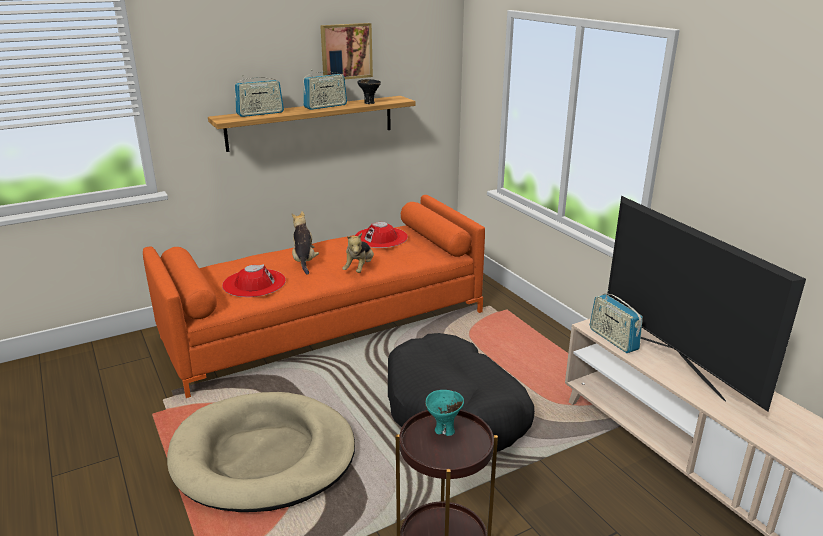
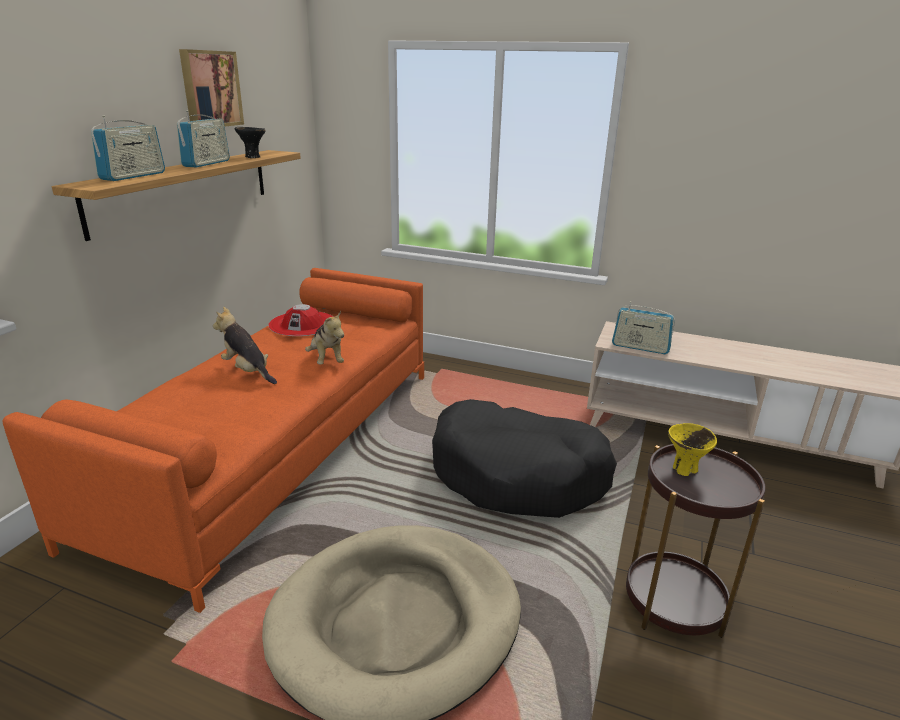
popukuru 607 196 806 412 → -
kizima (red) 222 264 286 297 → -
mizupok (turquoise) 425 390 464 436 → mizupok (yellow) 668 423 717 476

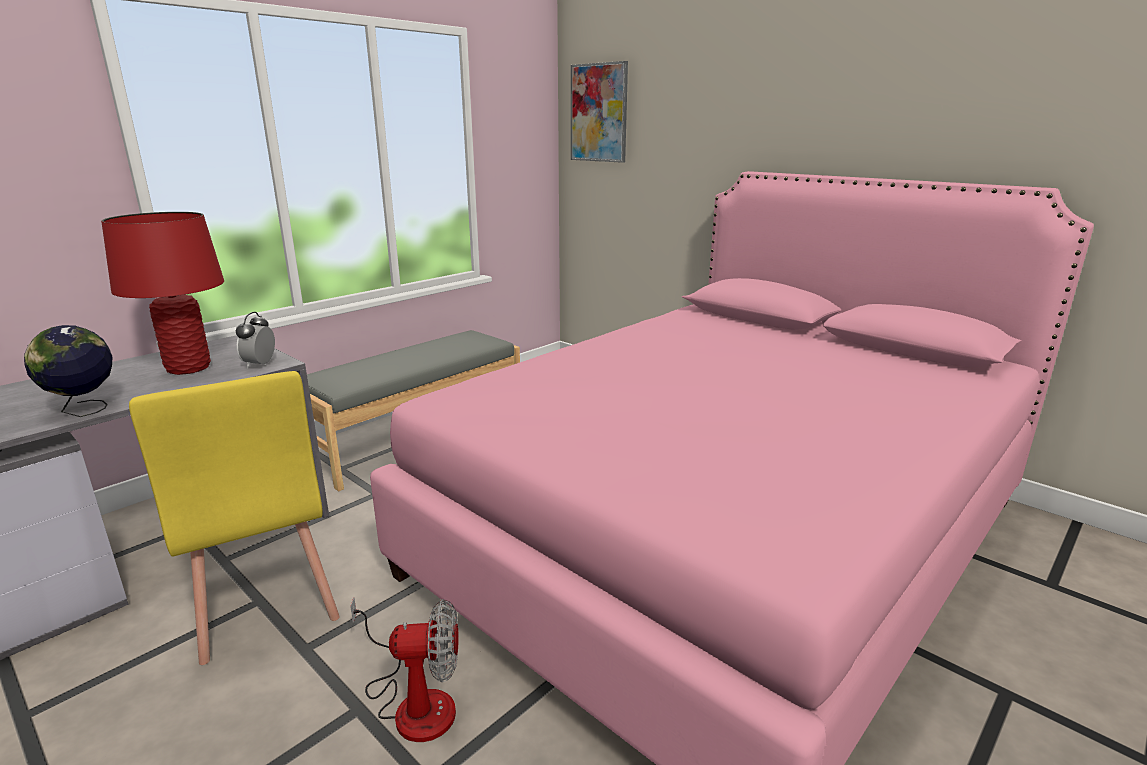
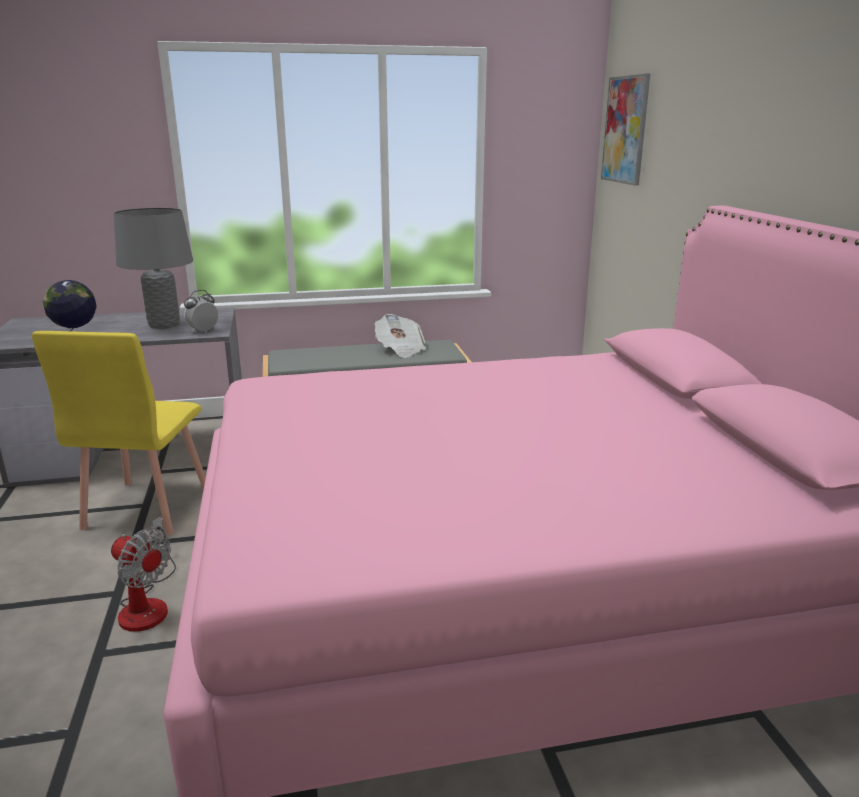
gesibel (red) 101 212 224 375 → gesibel (grey) 114 208 193 329
- → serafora 375 314 426 358

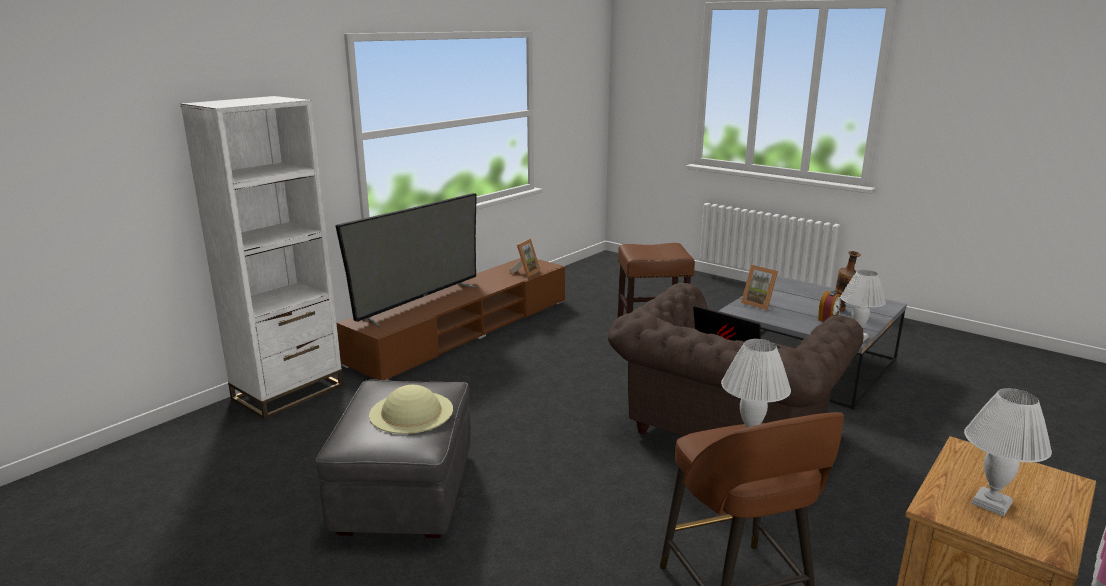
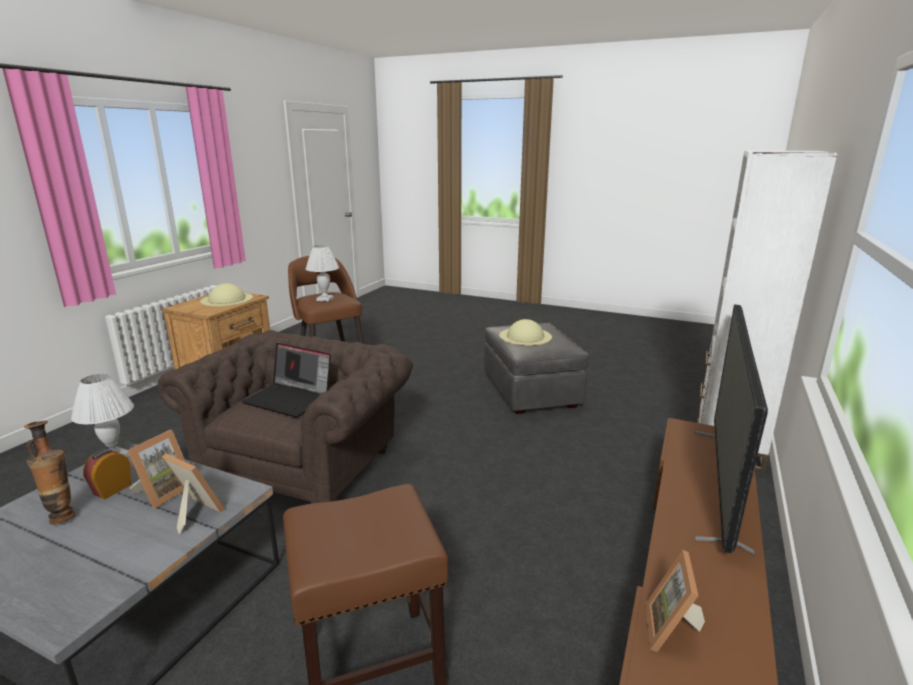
gesibel (white) 964 388 1052 516 → kizima (beige) 200 283 253 307
- → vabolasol 127 430 185 508

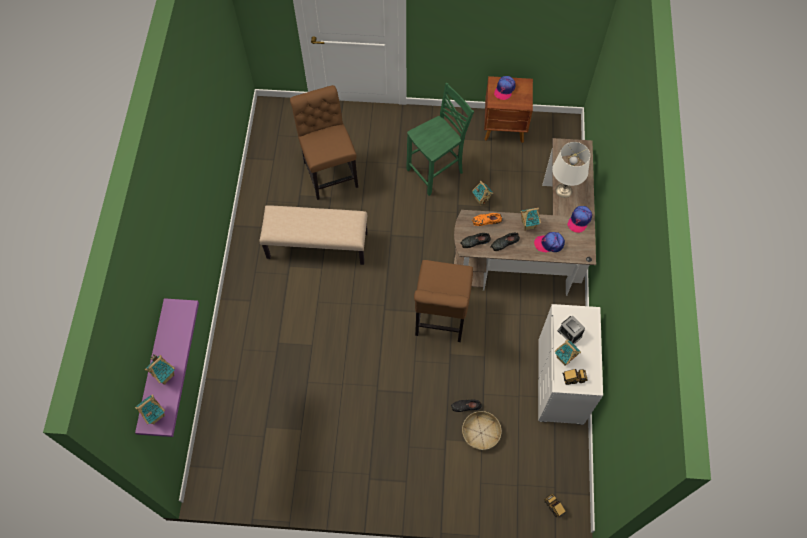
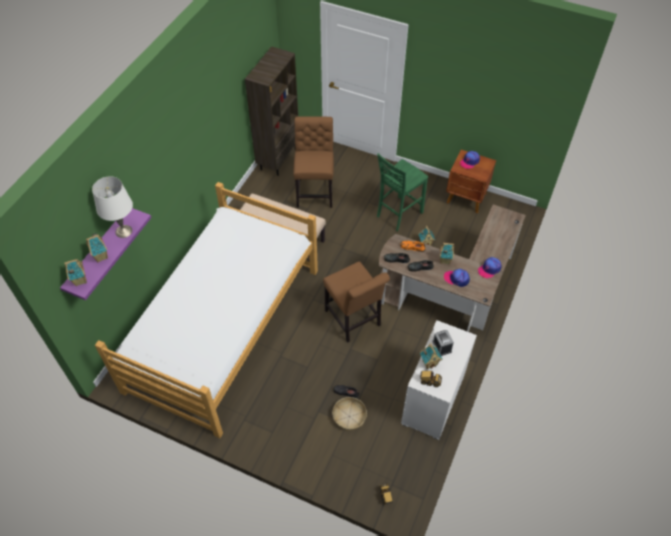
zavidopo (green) 406 83 474 196 → zavidopo (green) 377 153 428 231, 150 degrees clockwise
gesibel (white) 552 142 590 198 → gesibel (white) 92 176 133 238, relocated
zavidopo (brown) 414 260 473 342 → zavidopo (brown) 323 261 390 342, 60 degrees counterclockwise
- → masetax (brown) 245 46 298 176
- → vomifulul 95 182 318 438

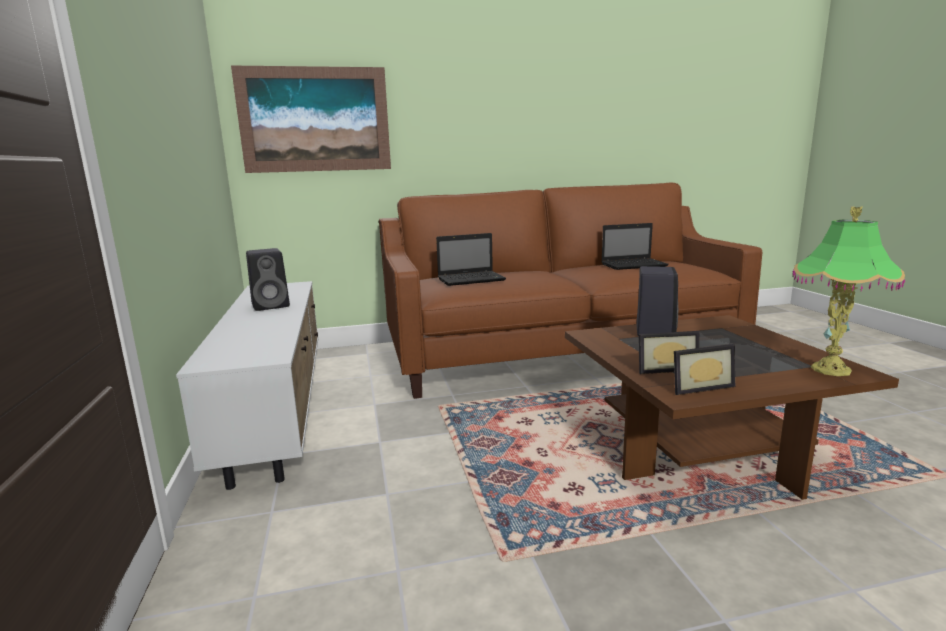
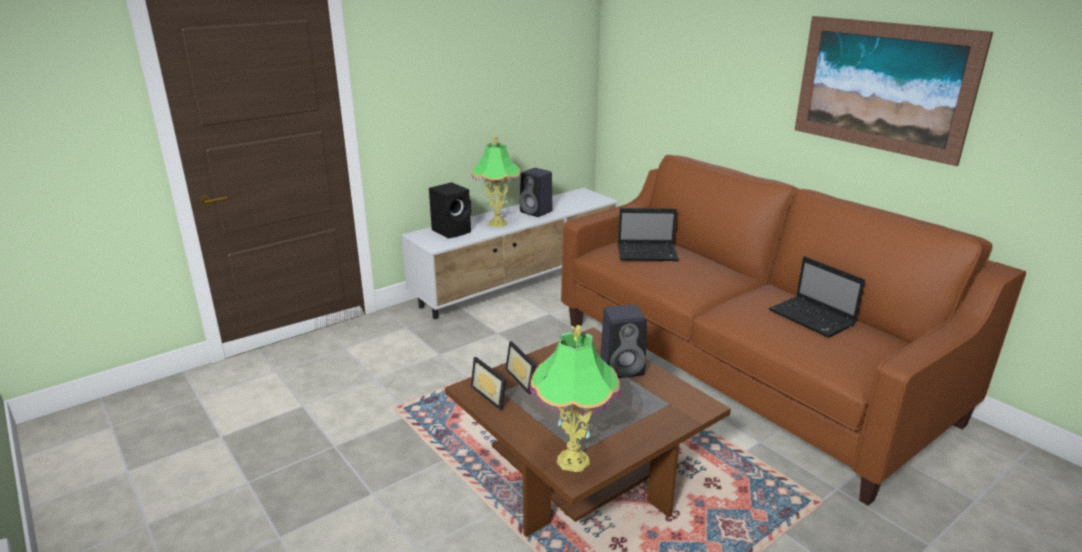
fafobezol 231 66 391 173 → fafobezol 795 16 993 166, relocated
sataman 436 233 506 286 → sataman 618 208 679 261, 45 degrees counterclockwise
- → gesibel 472 137 521 227
- → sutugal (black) 429 182 471 239

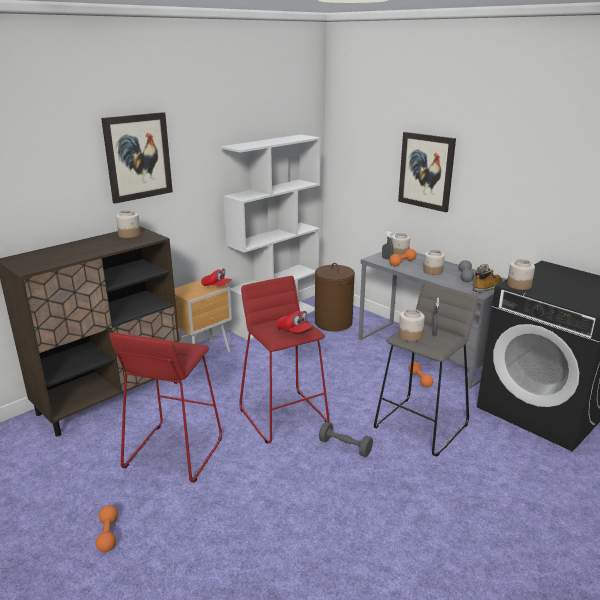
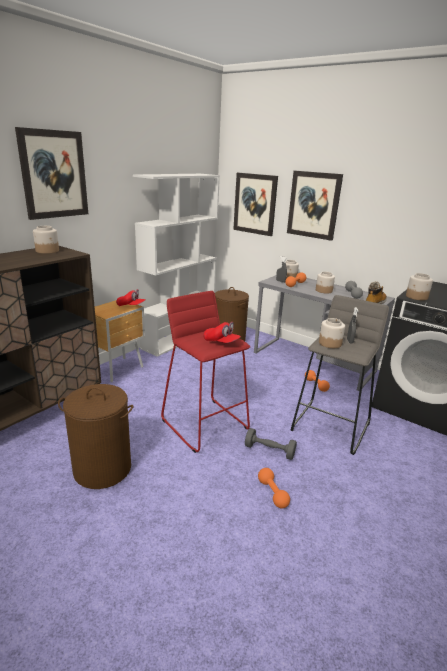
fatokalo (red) 109 332 222 483 → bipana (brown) 58 384 134 489
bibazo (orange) 96 505 118 552 → bibazo (orange) 258 468 290 508, relocated
- → fafobezol 233 173 278 236

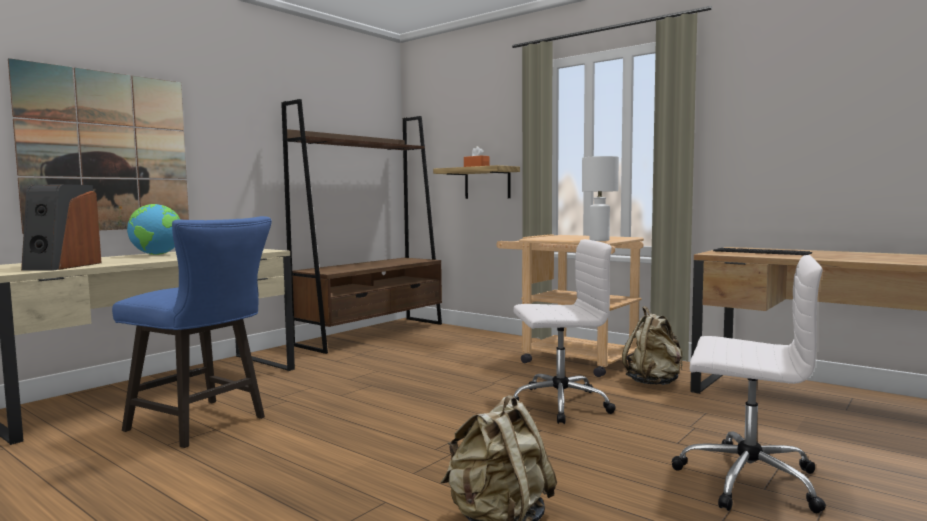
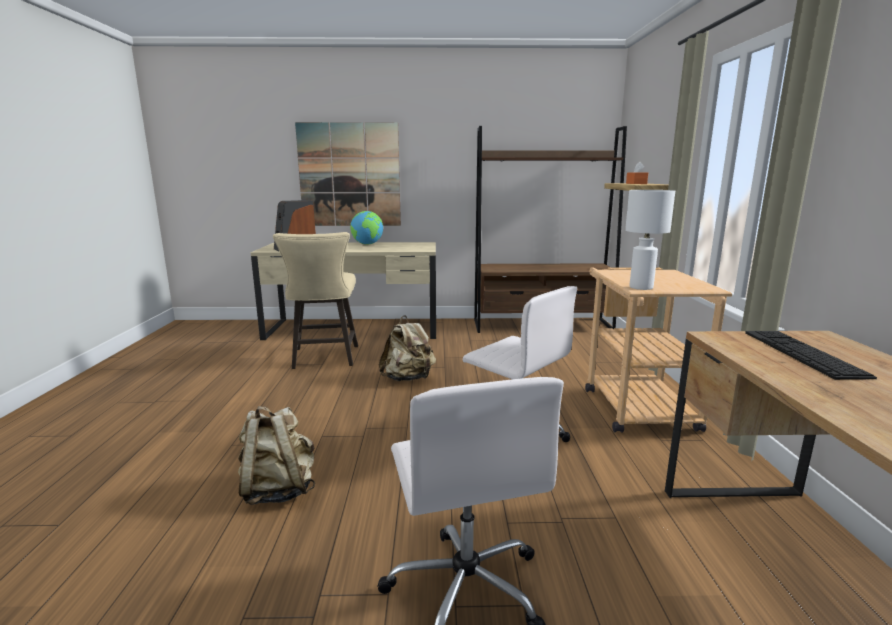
fatokalo (blue) 112 216 272 448 → fatokalo (beige) 273 232 358 369
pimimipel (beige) 622 306 683 385 → pimimipel (beige) 379 315 436 381, relocated

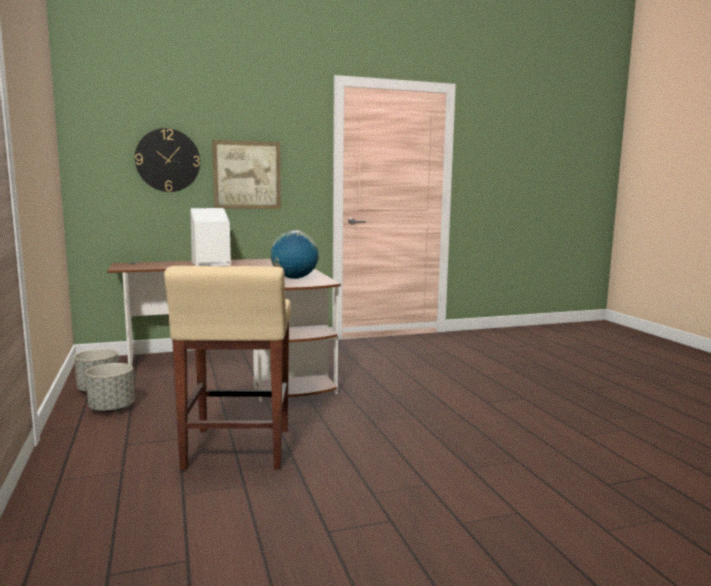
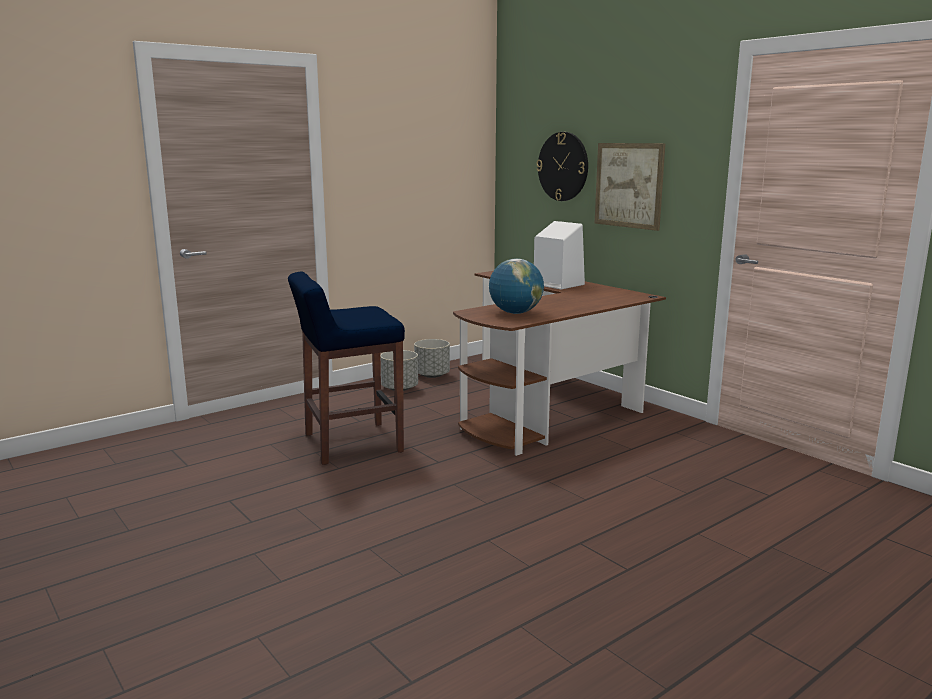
fatokalo (beige) 164 266 291 470 → fatokalo (blue) 288 272 405 465

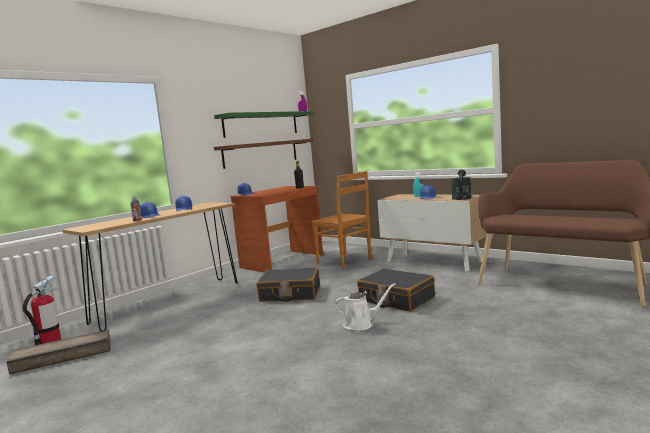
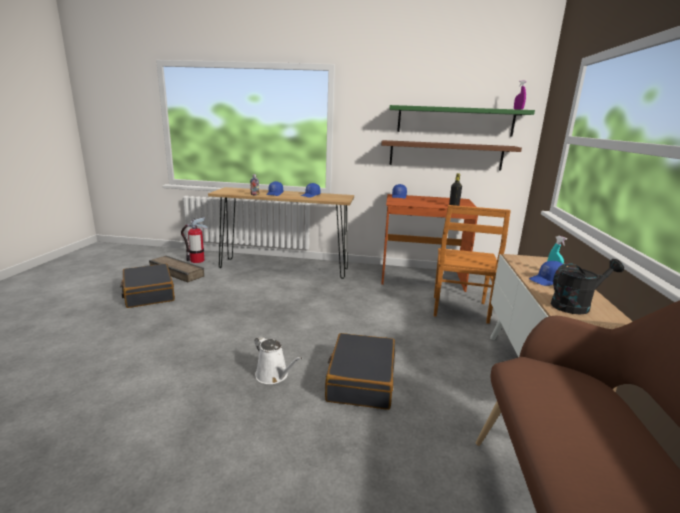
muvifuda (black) 257 267 320 302 → muvifuda (black) 120 264 175 308, relocated

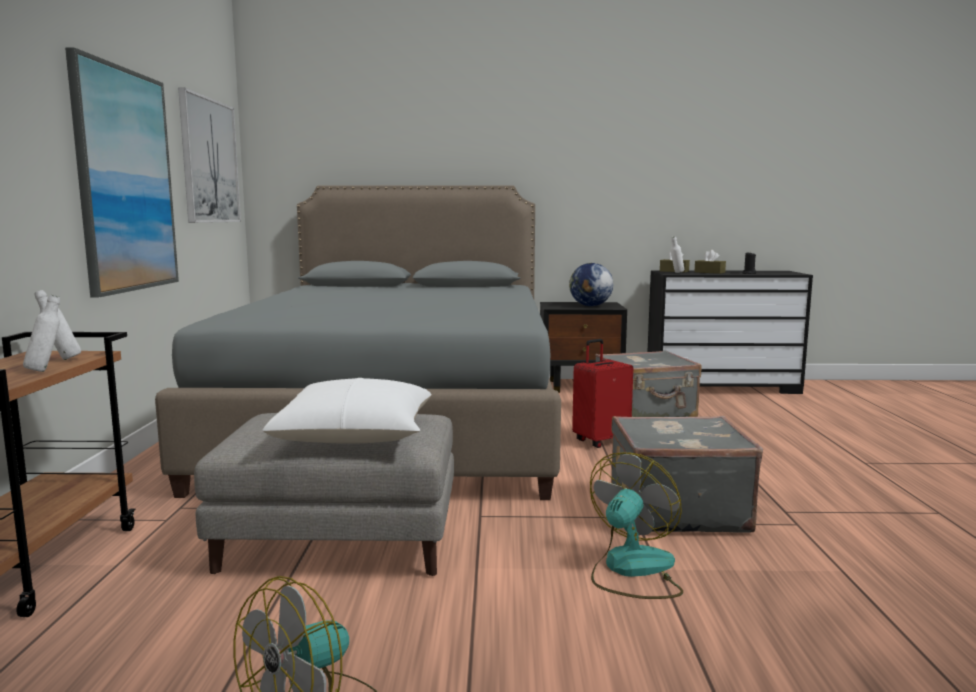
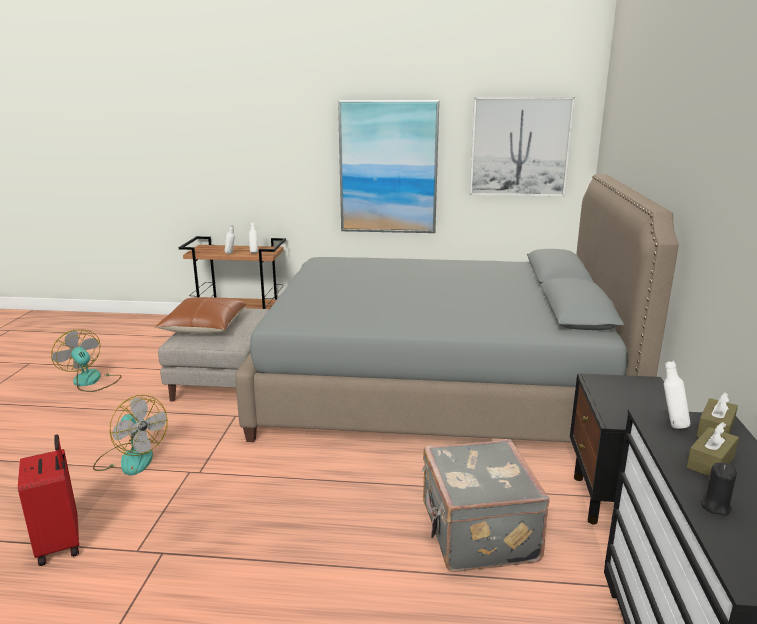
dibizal 569 263 613 306 → -
muvifuda (red) 572 339 633 448 → muvifuda (red) 18 434 79 566, relocated
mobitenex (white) 262 378 432 443 → mobitenex (brown) 155 297 247 334
muvifuda (grey) 611 416 763 533 → -

